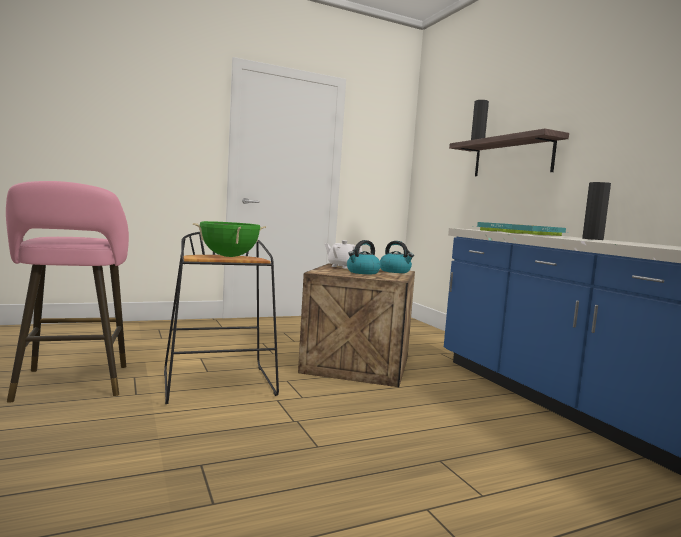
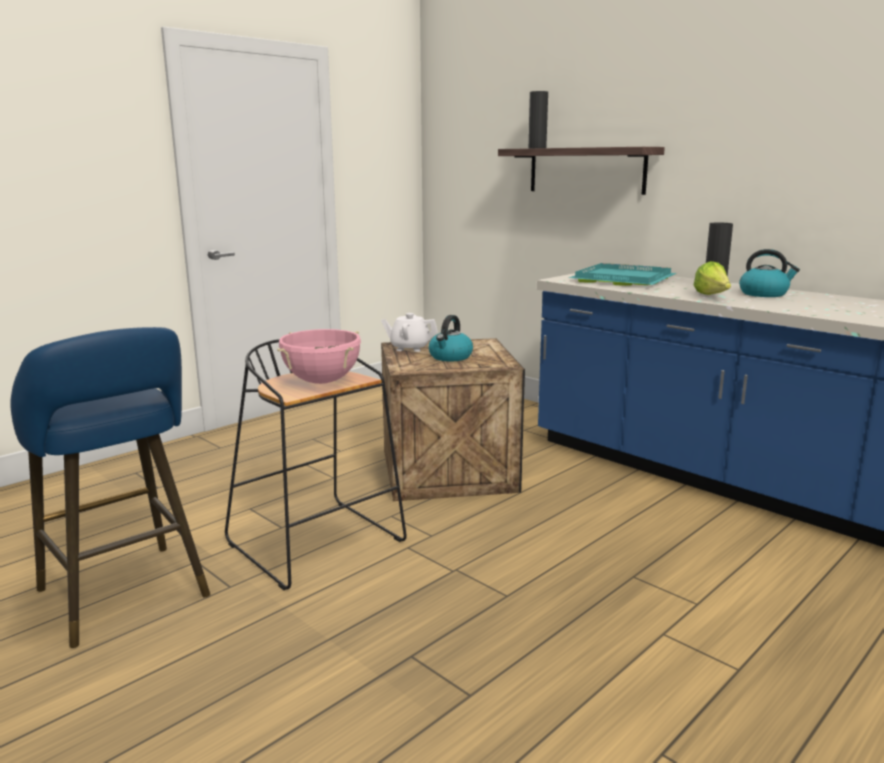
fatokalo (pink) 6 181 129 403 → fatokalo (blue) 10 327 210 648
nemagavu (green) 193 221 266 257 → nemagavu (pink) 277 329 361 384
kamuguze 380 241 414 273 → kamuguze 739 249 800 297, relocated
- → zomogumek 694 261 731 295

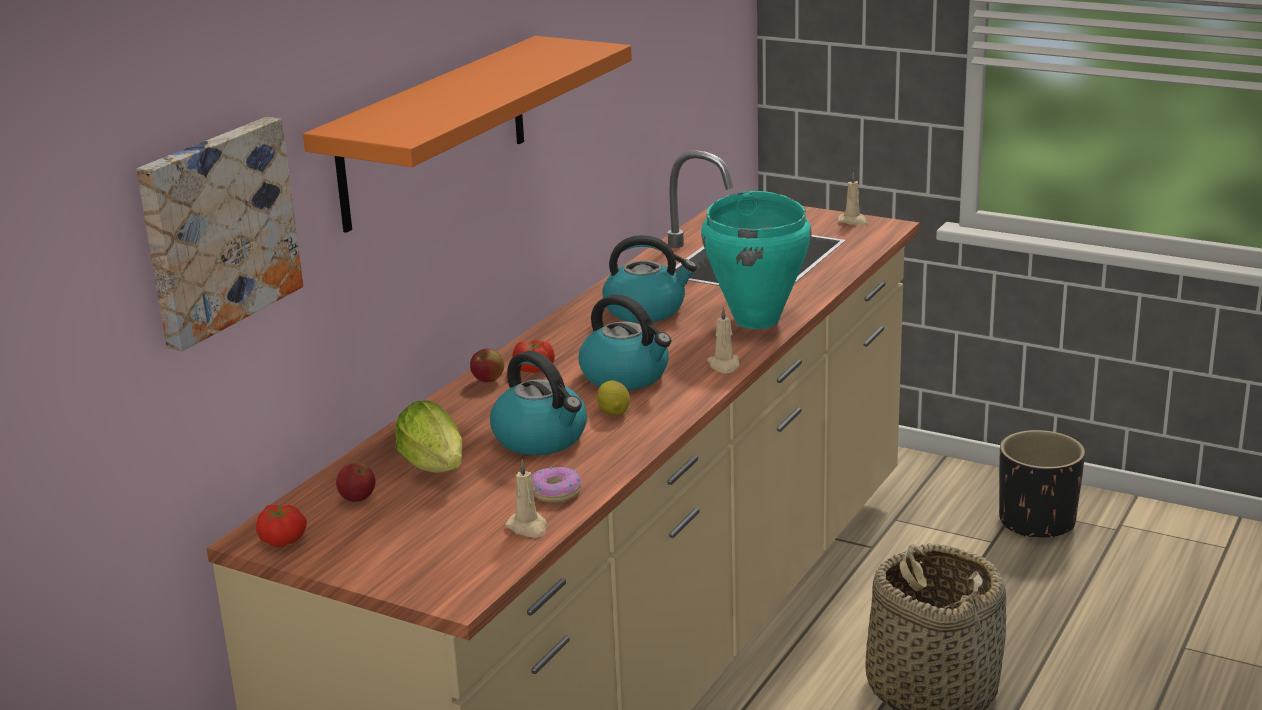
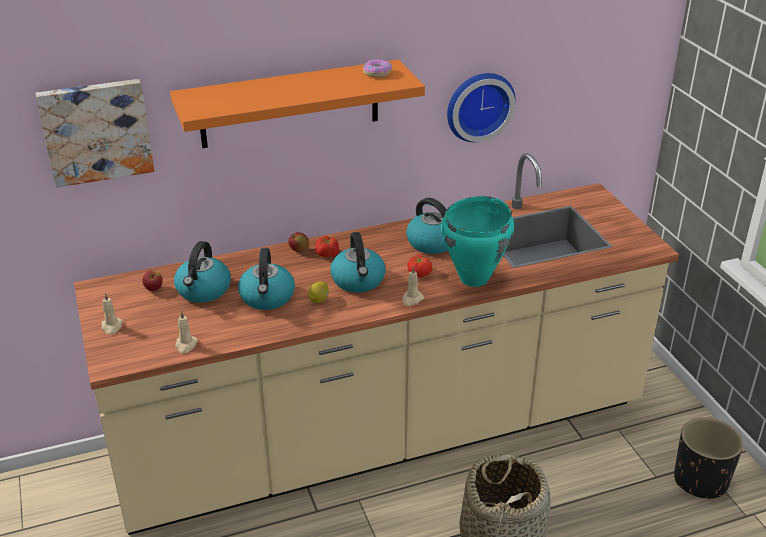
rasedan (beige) 838 172 868 225 → rasedan (beige) 101 293 123 335, relocated
zomogumek 395 401 462 473 → kamuguze 174 241 231 303
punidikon 532 467 581 503 → punidikon 363 59 392 77, relocated
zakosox 256 504 307 547 → zakosox 407 254 433 277, relocated
- → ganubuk 447 73 516 142

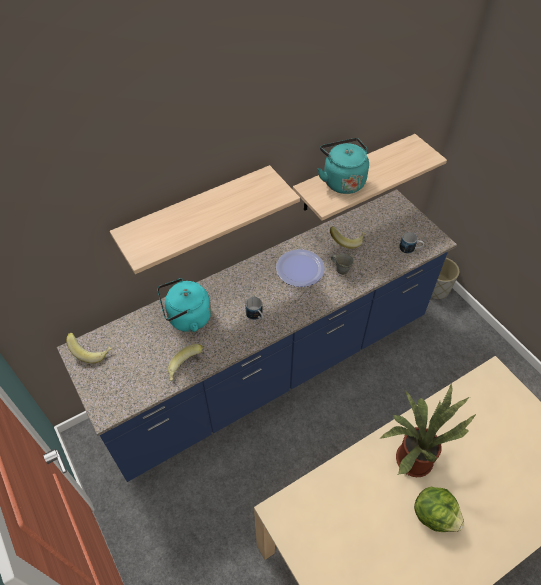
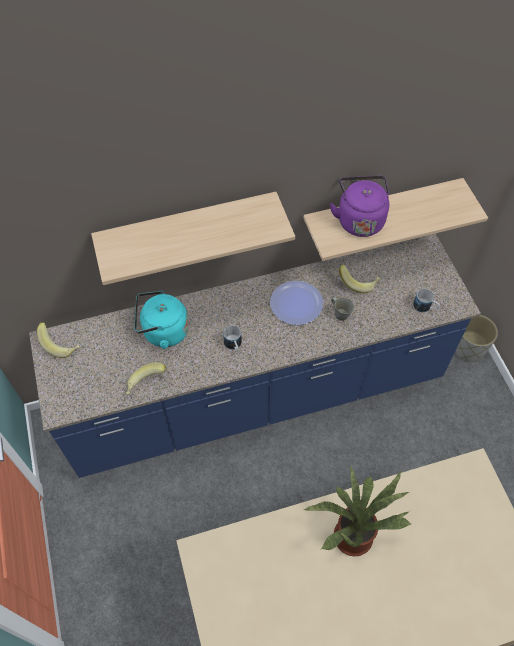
kamuguze (turquoise) 318 138 369 194 → kamuguze (purple) 330 176 389 237
zomogumek 414 487 464 532 → -

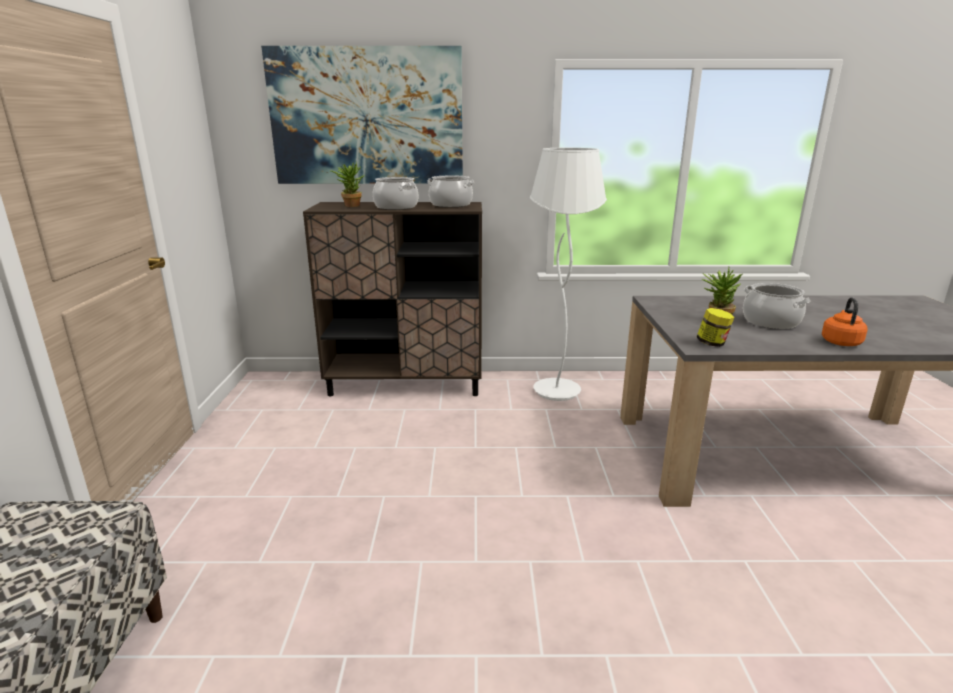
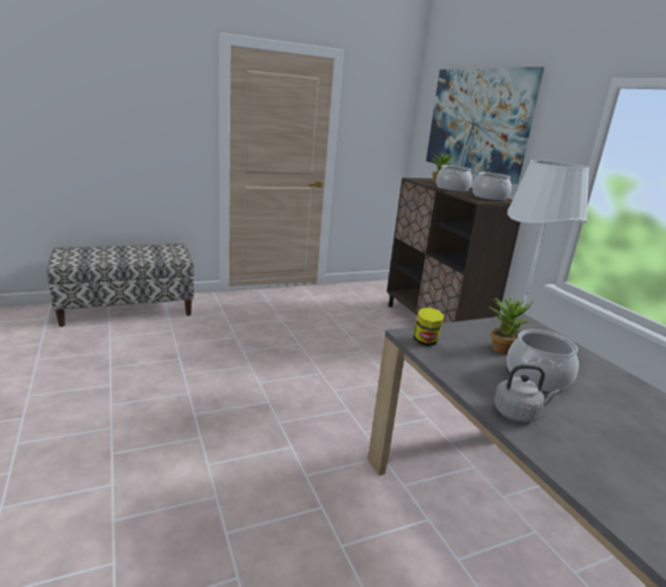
kamuguze (orange) 822 297 868 346 → kamuguze (grey) 494 365 560 422

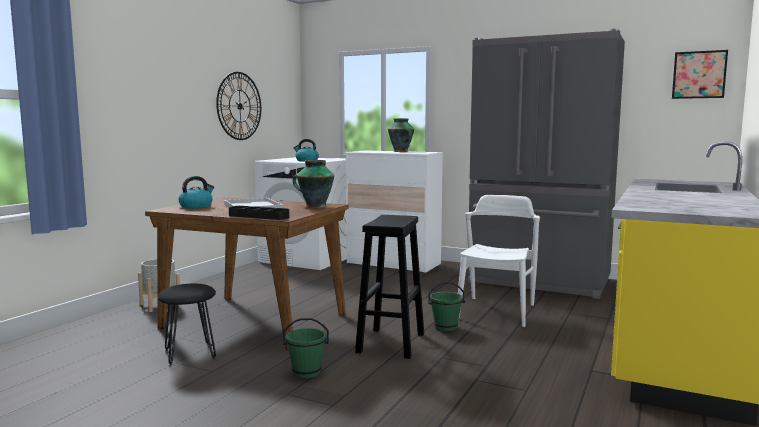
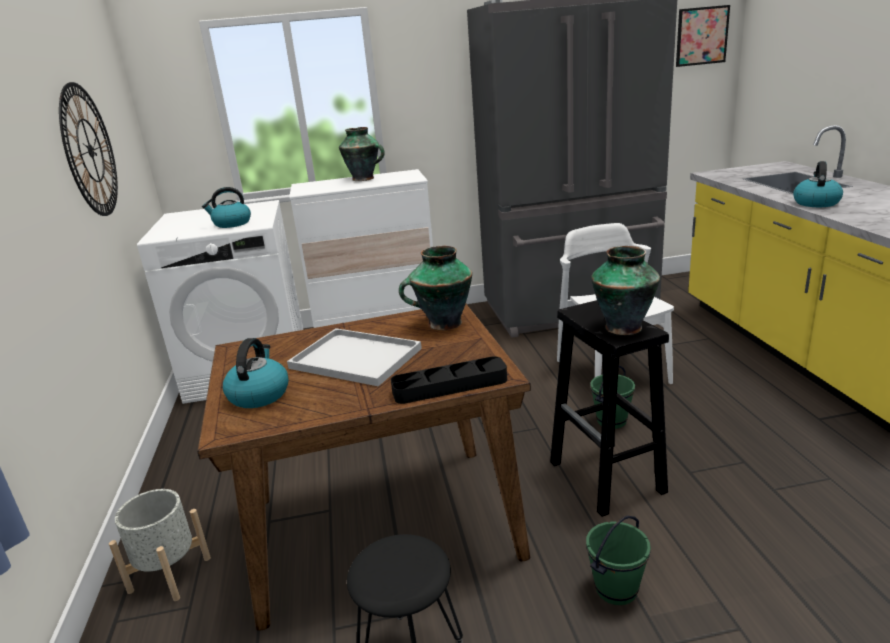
- → kamuguze 793 161 843 207
- → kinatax 591 246 660 335

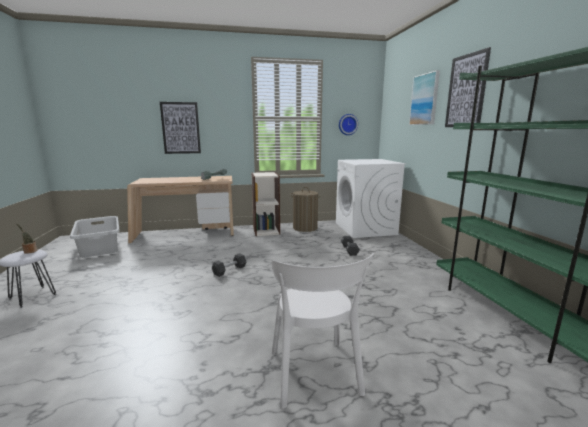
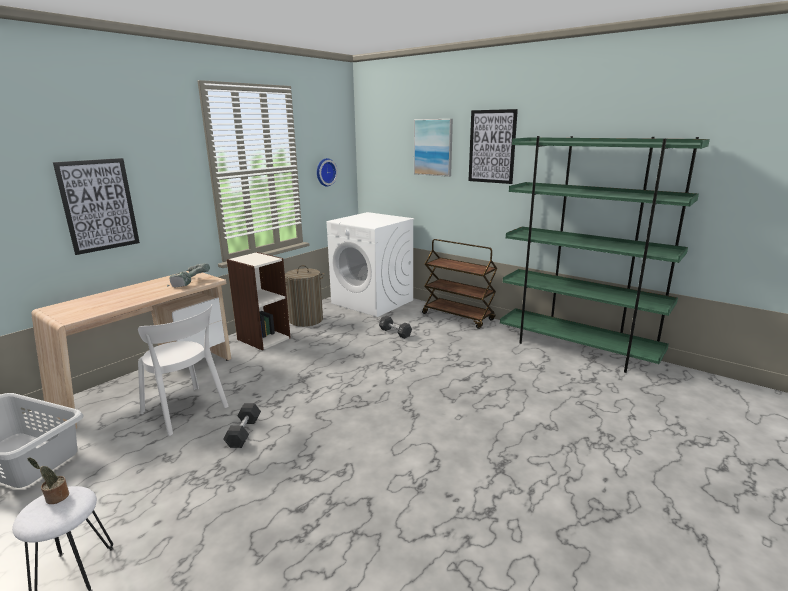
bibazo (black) 212 253 246 277 → bibazo (black) 223 403 261 448, relocated
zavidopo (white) 272 253 374 409 → zavidopo (white) 138 304 229 436, relocated
- → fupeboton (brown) 422 239 497 329

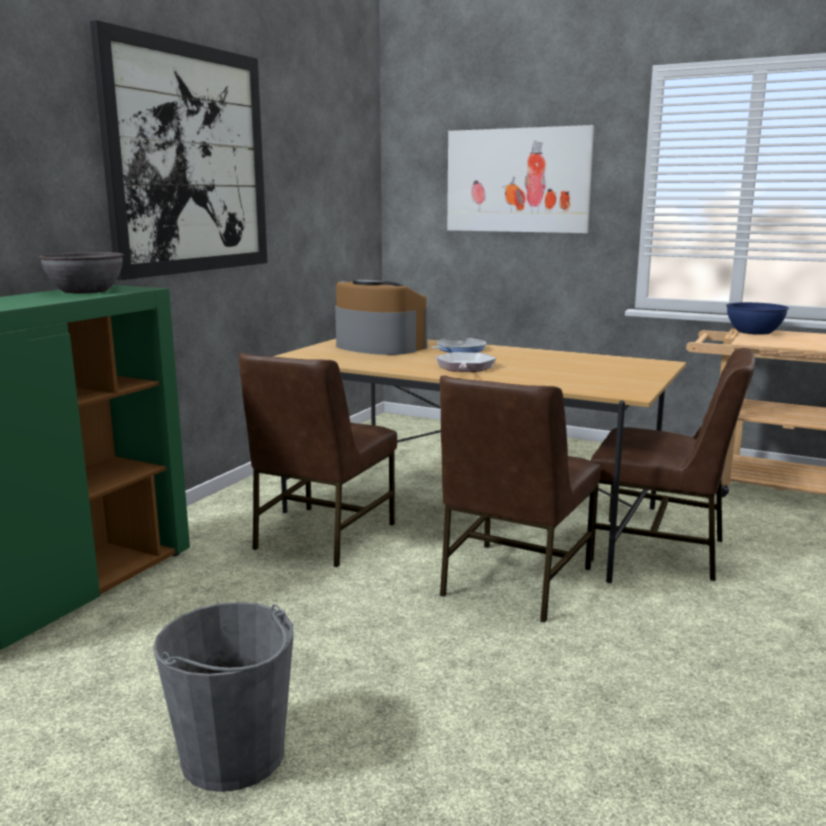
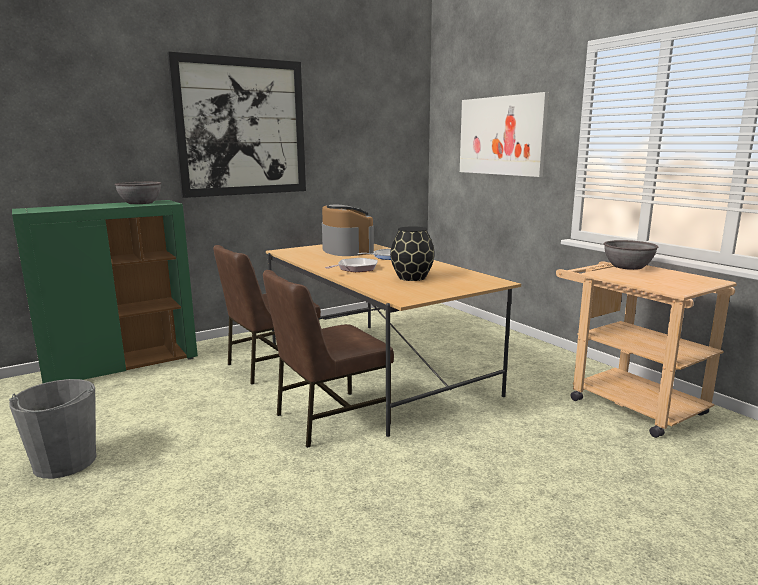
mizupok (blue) 726 302 789 335 → mizupok (grey) 604 240 658 270
zavidopo (brown) 591 348 755 581 → -
- → kinatax (black) 390 226 435 281

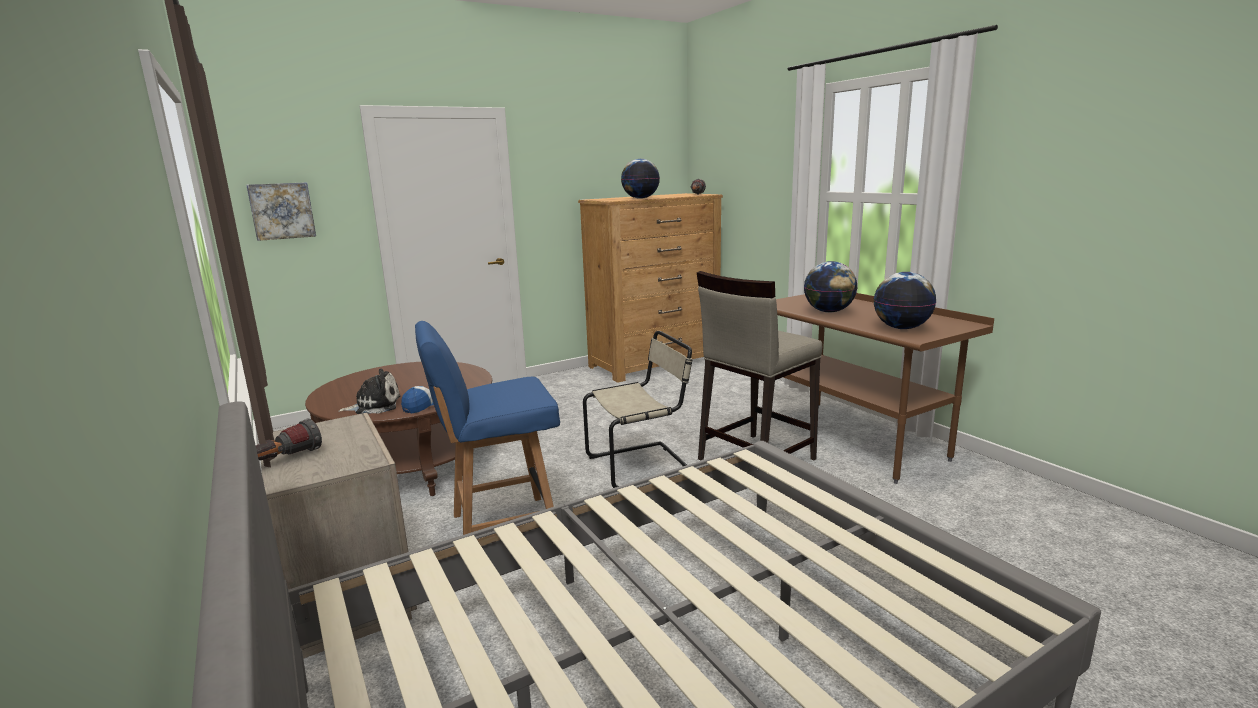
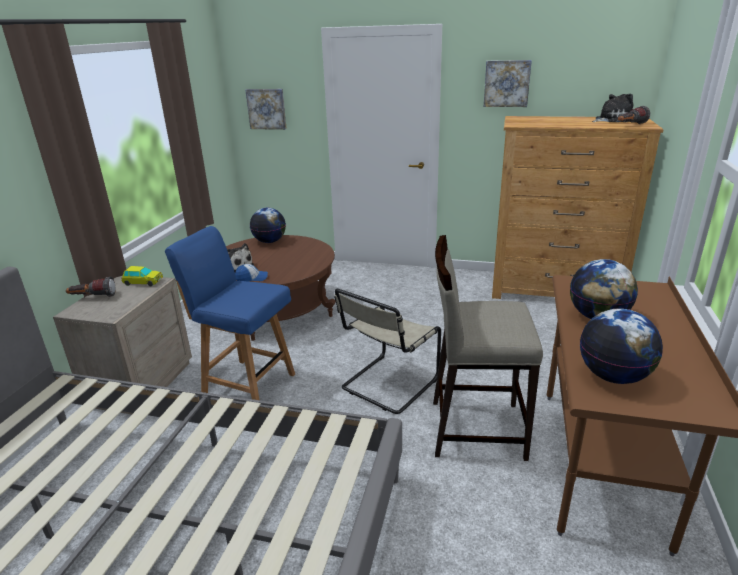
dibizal 621 159 660 199 → dibizal 250 208 286 243, relocated
zavidopo (beige) 583 331 692 488 → zavidopo (beige) 334 289 441 414, 105 degrees clockwise
- → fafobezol 484 60 532 107
- → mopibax 592 94 634 122
- → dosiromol 122 266 163 286

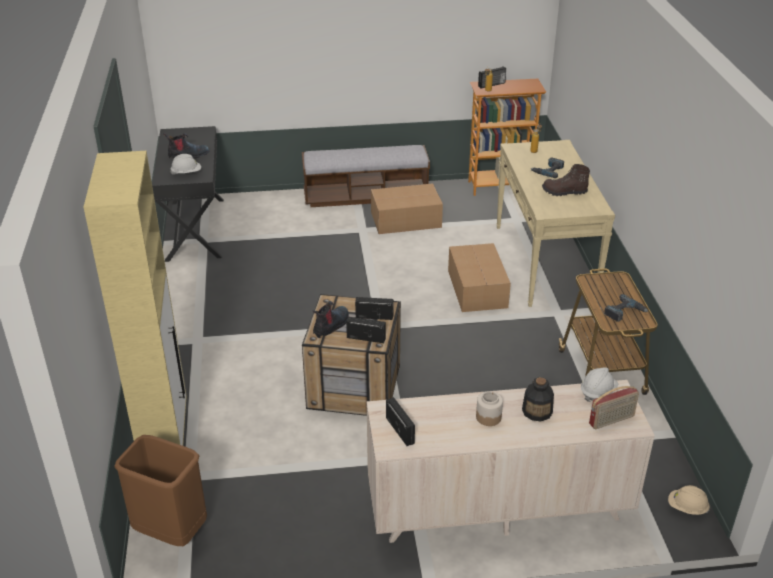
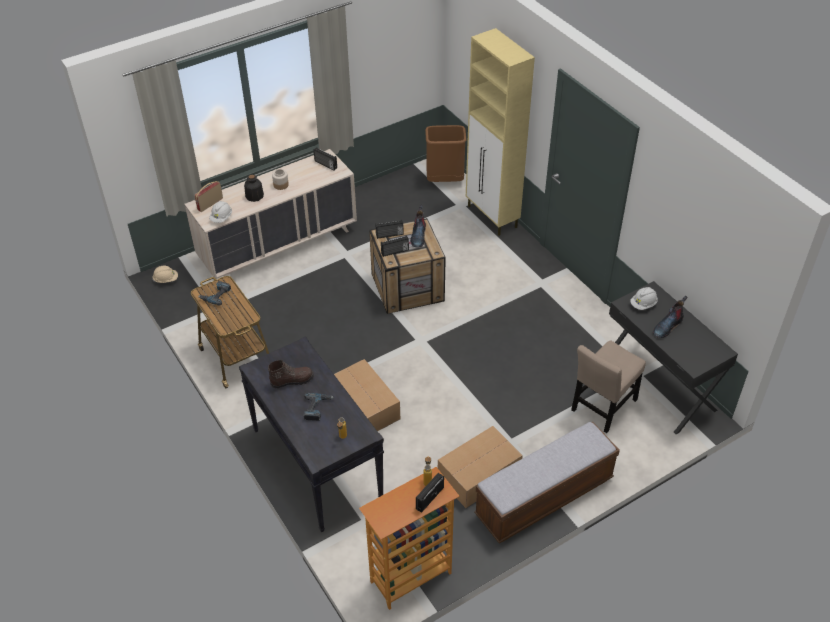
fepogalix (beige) 496 140 615 307 → fepogalix (black) 239 336 384 532
- → zavidopo (beige) 571 340 646 433

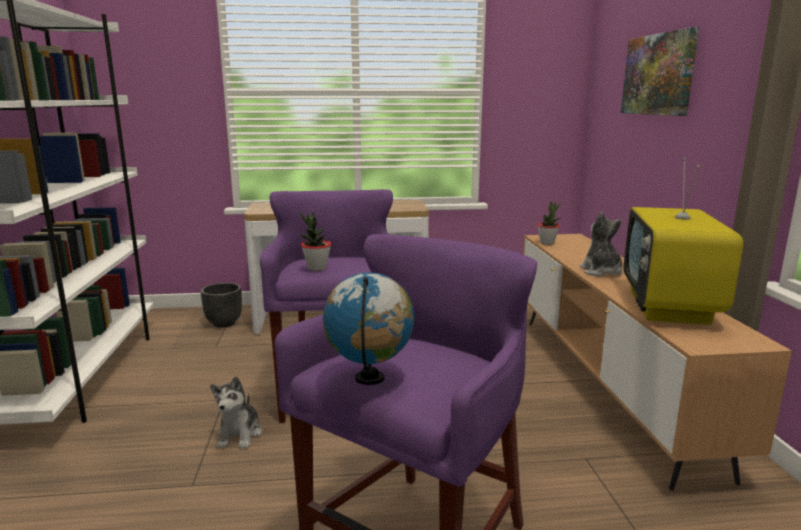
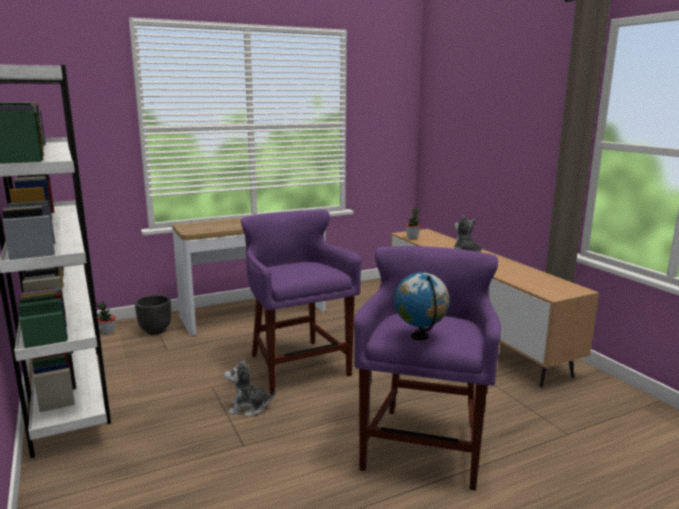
fafobezol 621 27 699 116 → -
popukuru 624 158 744 325 → -
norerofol 300 212 331 271 → norerofol 96 301 116 335, relocated
mopibax 210 376 262 449 → mopibax 224 359 276 417, 105 degrees clockwise

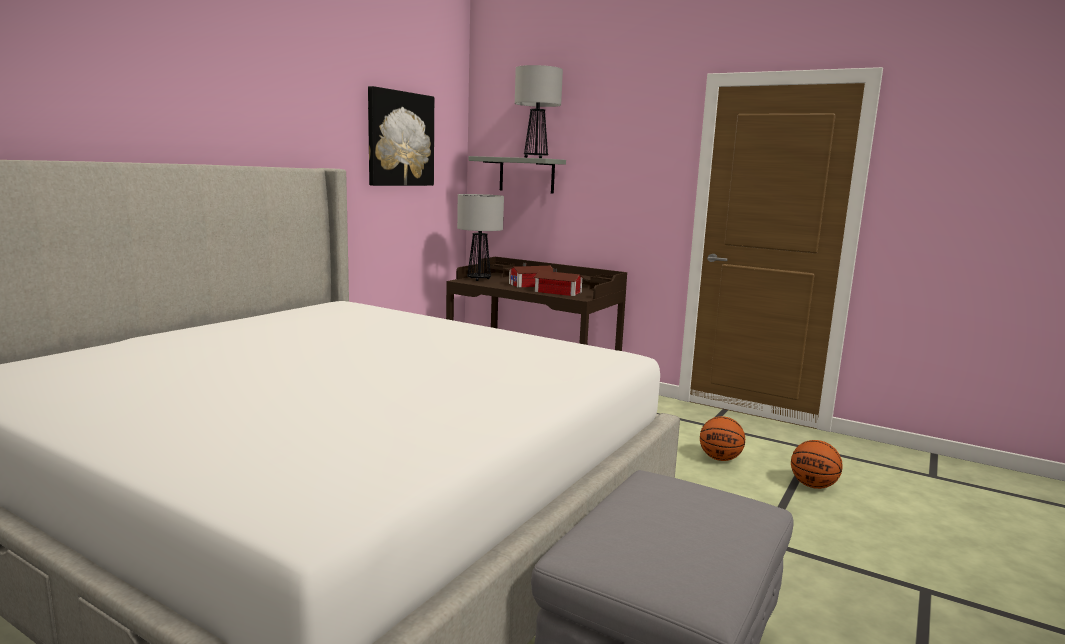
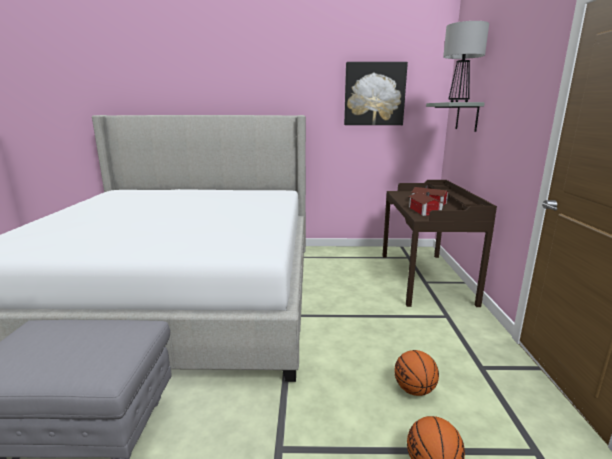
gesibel 457 194 504 281 → -

